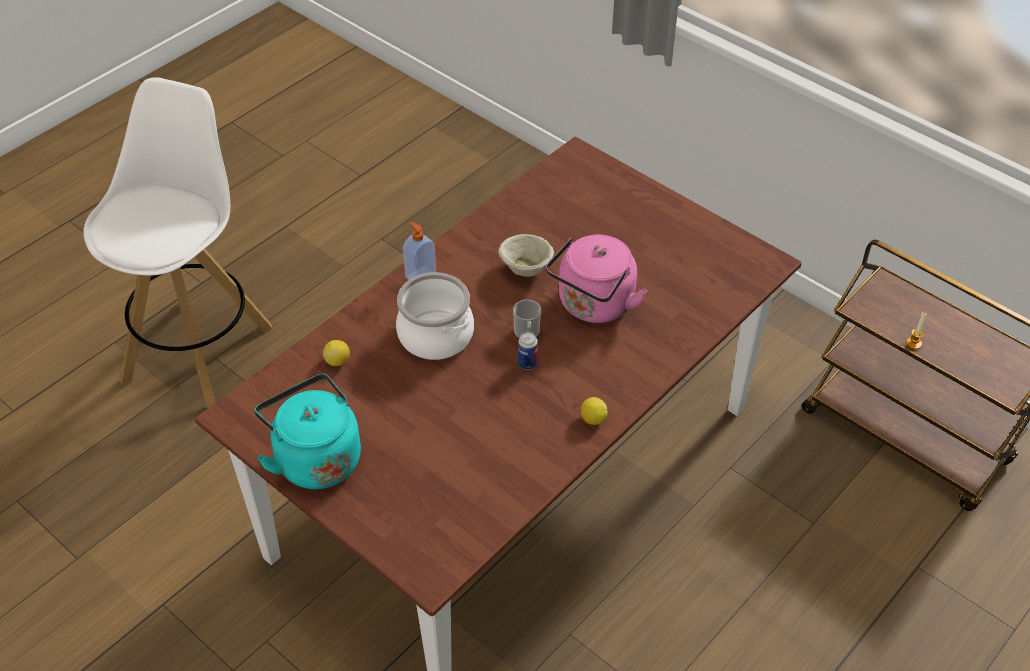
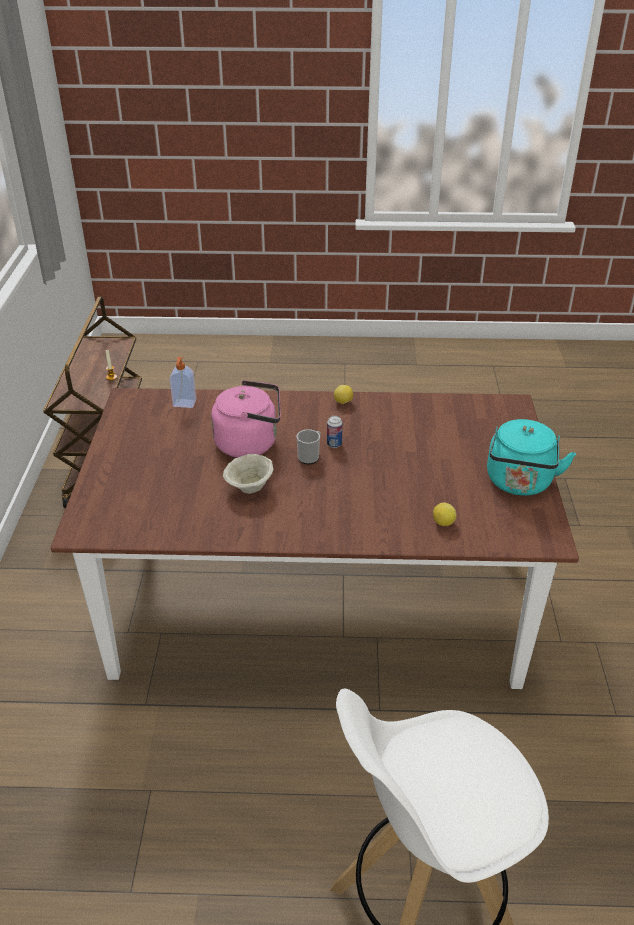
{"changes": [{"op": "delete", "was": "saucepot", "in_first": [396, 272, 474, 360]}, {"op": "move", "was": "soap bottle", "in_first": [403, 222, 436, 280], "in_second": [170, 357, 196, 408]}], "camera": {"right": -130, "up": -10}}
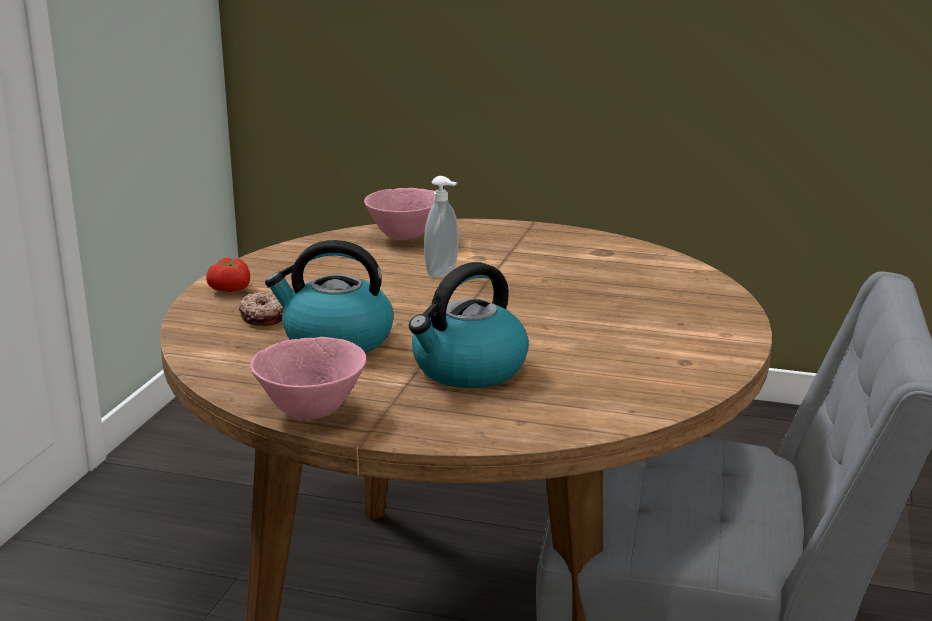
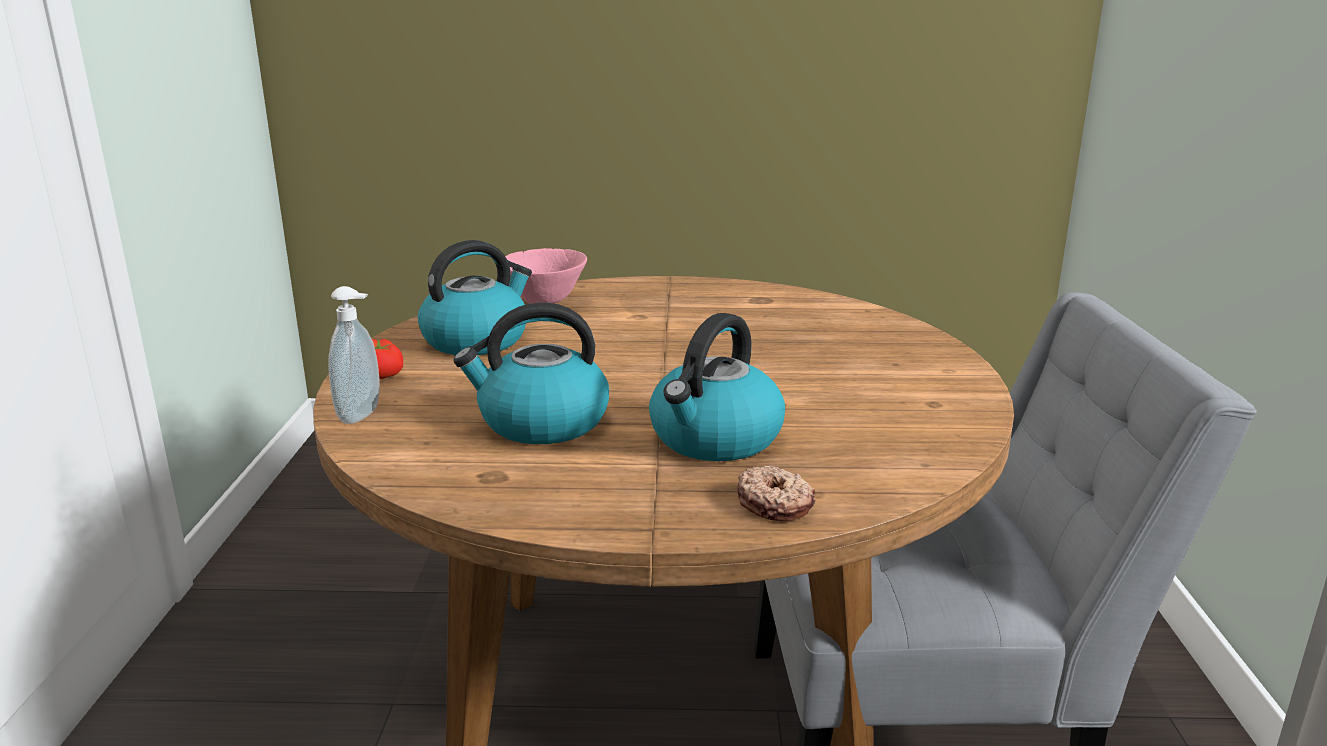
{"changes": [{"op": "delete", "was": "pink bowl", "in_first": [250, 337, 366, 420]}, {"op": "insert", "now": "tea kettle", "in_second": [418, 240, 532, 355]}, {"op": "move", "was": "doughnut", "in_first": [239, 292, 283, 326], "in_second": [737, 465, 815, 521]}, {"op": "move", "was": "soap bottle", "in_first": [424, 176, 458, 278], "in_second": [328, 286, 380, 424]}], "camera": {"right": -15, "up": 0}}
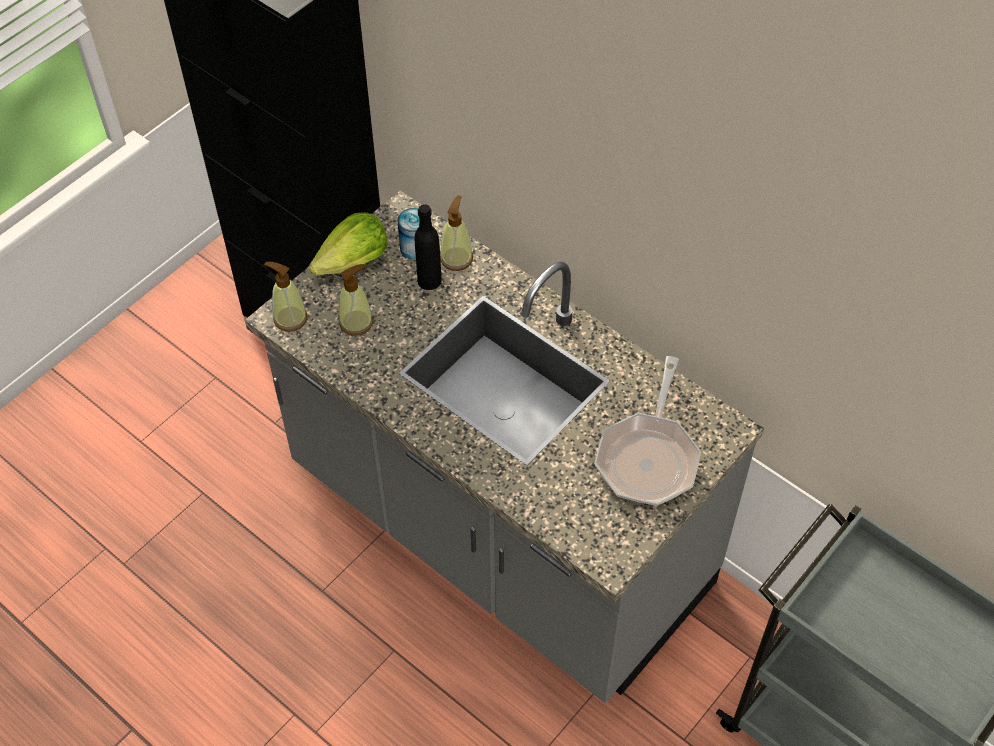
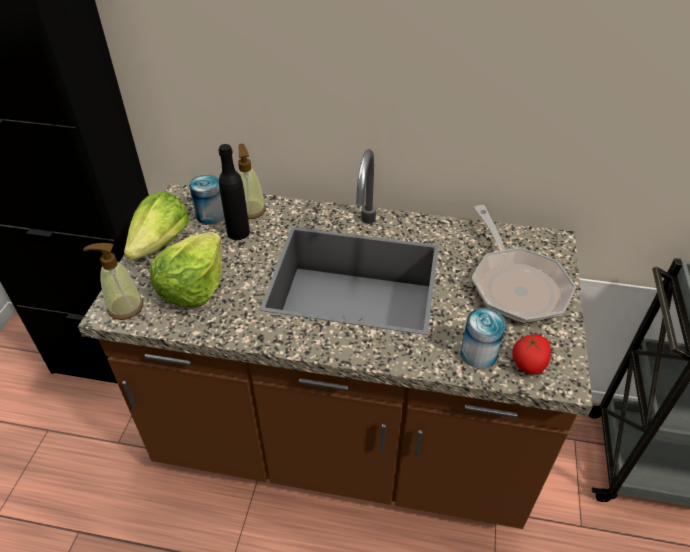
{"changes": [{"op": "insert", "now": "metal can", "in_second": [460, 308, 506, 369]}, {"op": "insert", "now": "tomato", "in_second": [512, 334, 551, 374]}, {"op": "replace", "was": "soap bottle", "now": "lettuce", "in_first": [339, 264, 373, 336], "in_second": [150, 232, 222, 308]}, {"op": "recolor", "was": "gray counter", "now": "brownish counter", "in_first": [245, 191, 764, 703], "in_second": [78, 149, 593, 529]}], "camera": {"right": -30, "up": -10}}
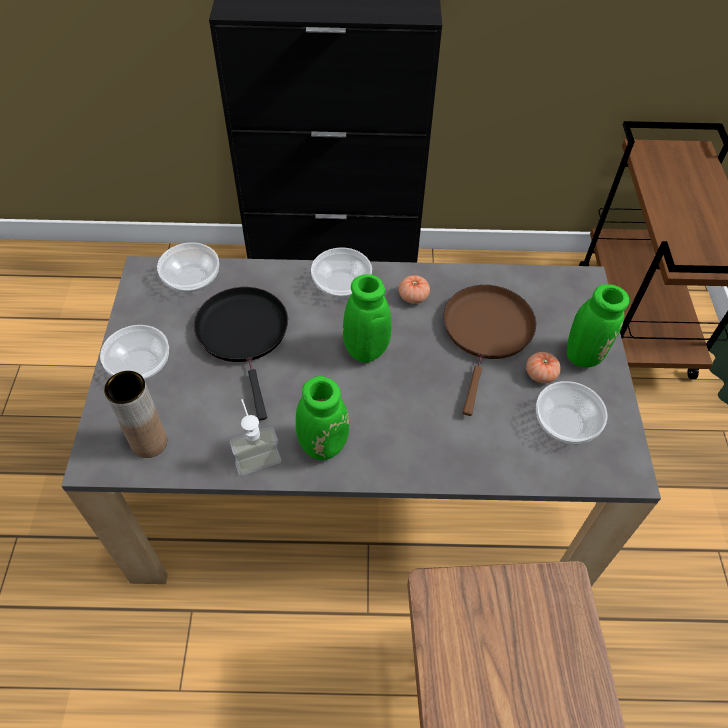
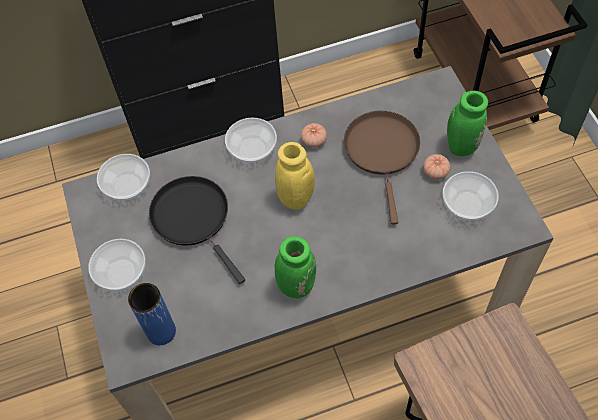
{"changes": [{"op": "delete", "was": "soap bottle", "in_first": [230, 399, 281, 476]}, {"op": "recolor", "was": "brownish vase", "now": "bluish vase", "in_first": [104, 371, 167, 458], "in_second": [128, 283, 176, 345]}, {"op": "recolor", "was": "green vase", "now": "yellow-coloured vase", "in_first": [343, 274, 392, 363], "in_second": [275, 142, 315, 210]}], "camera": {"right": -15, "up": 5}}
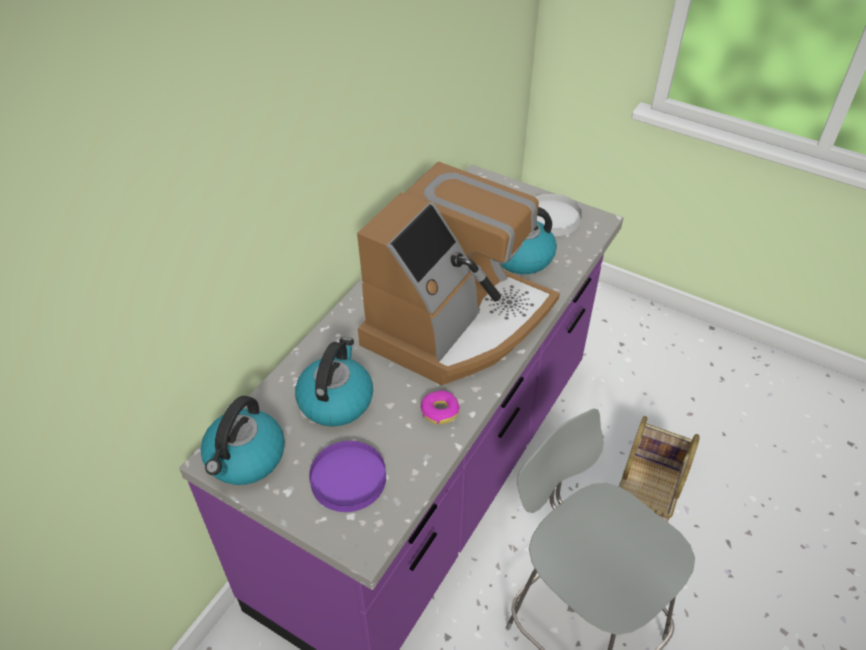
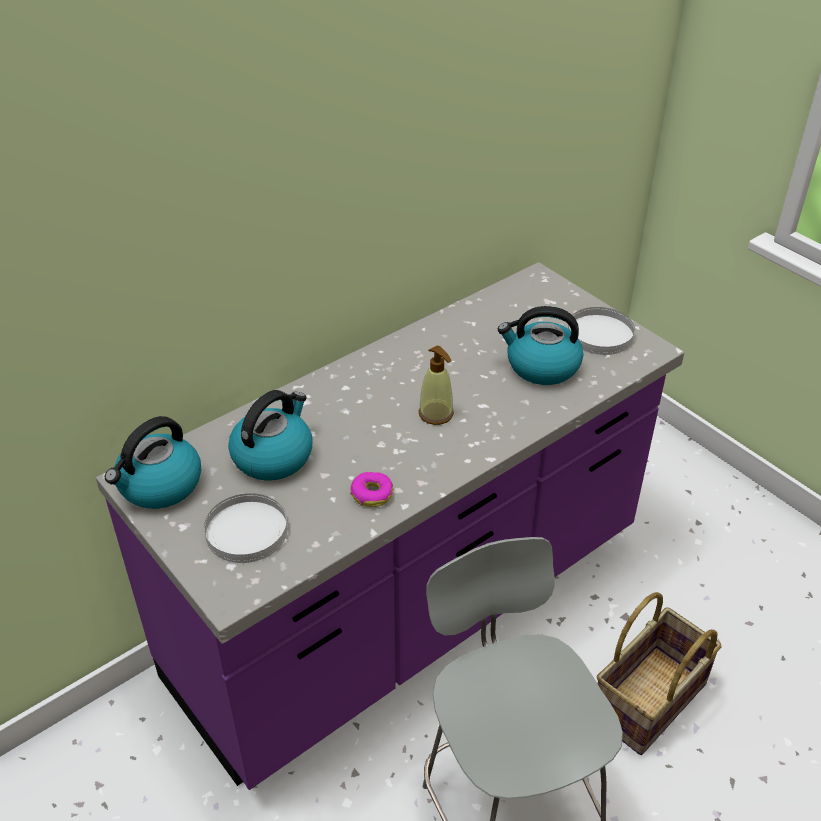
{"changes": [{"op": "replace", "was": "coffee brewer", "now": "soap bottle", "in_first": [357, 162, 560, 385], "in_second": [419, 345, 454, 425]}, {"op": "recolor", "was": "purplish dinner plate", "now": "whitish dinner plate", "in_first": [309, 441, 386, 512], "in_second": [204, 493, 287, 563]}], "camera": {"right": 20, "up": -5}}
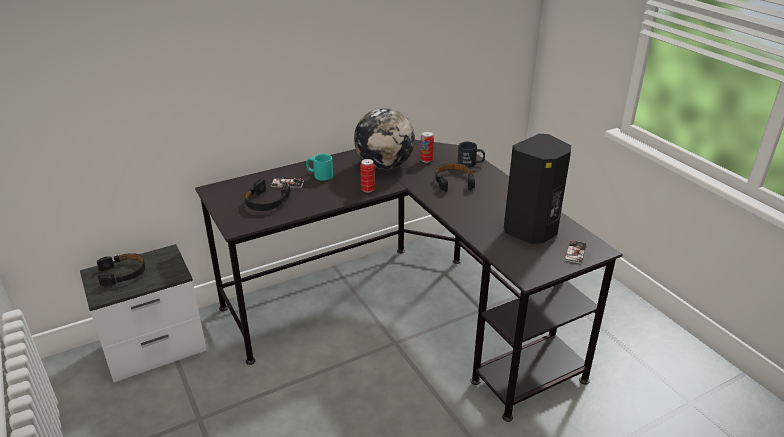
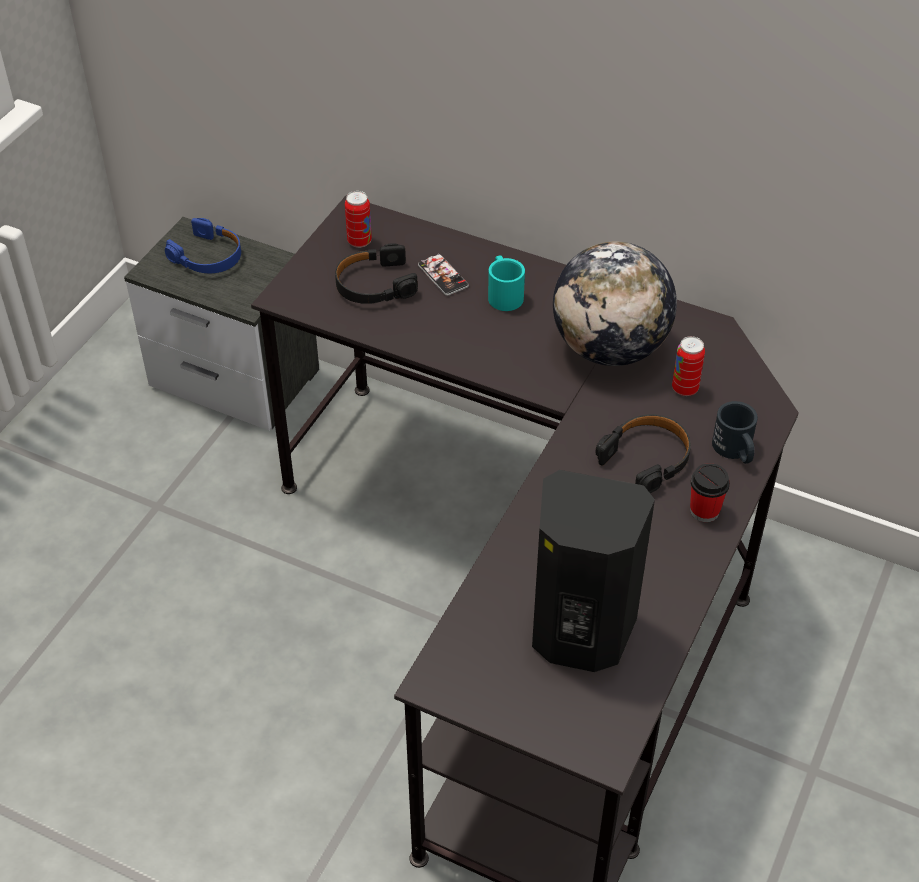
{"changes": [{"op": "delete", "was": "handset", "in_first": [564, 240, 587, 264]}, {"op": "insert", "now": "small cup", "in_second": [690, 463, 730, 522]}, {"op": "move", "was": "metal can", "in_first": [360, 159, 375, 192], "in_second": [345, 191, 372, 248]}, {"op": "recolor", "was": "black headphones", "now": "bluish headphones", "in_first": [97, 253, 145, 287], "in_second": [165, 218, 241, 273]}], "camera": {"right": 55, "up": 15}}
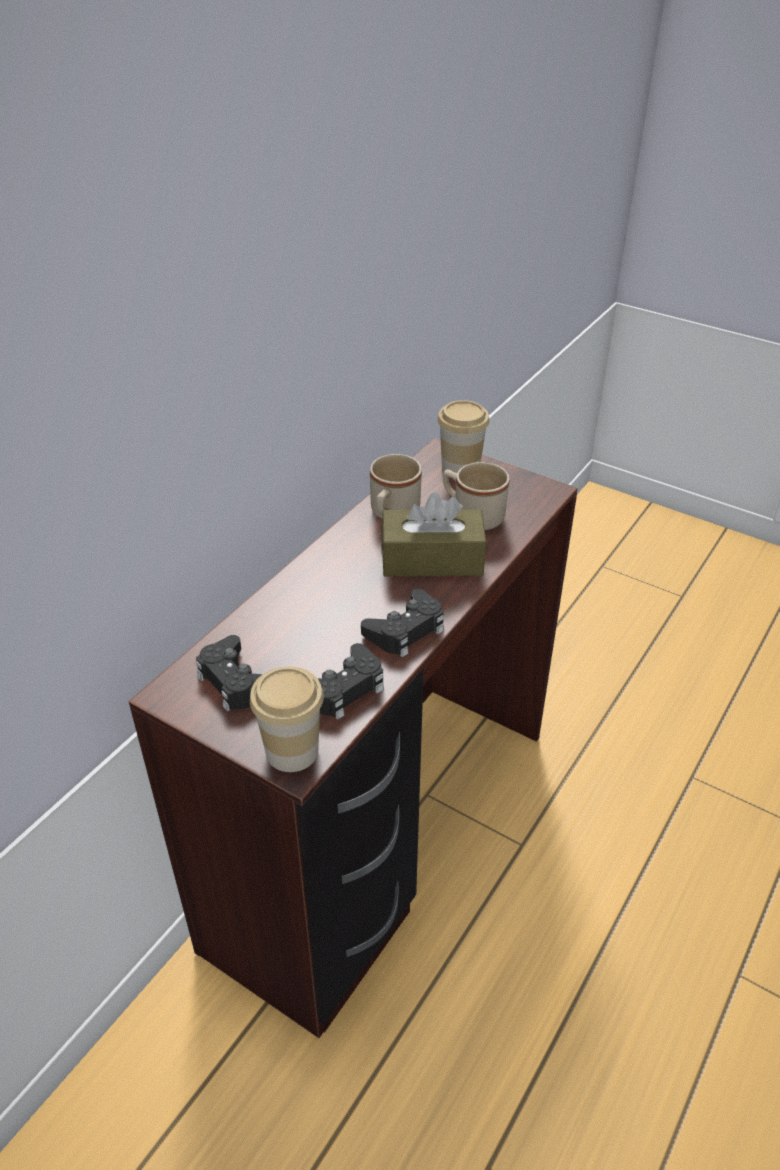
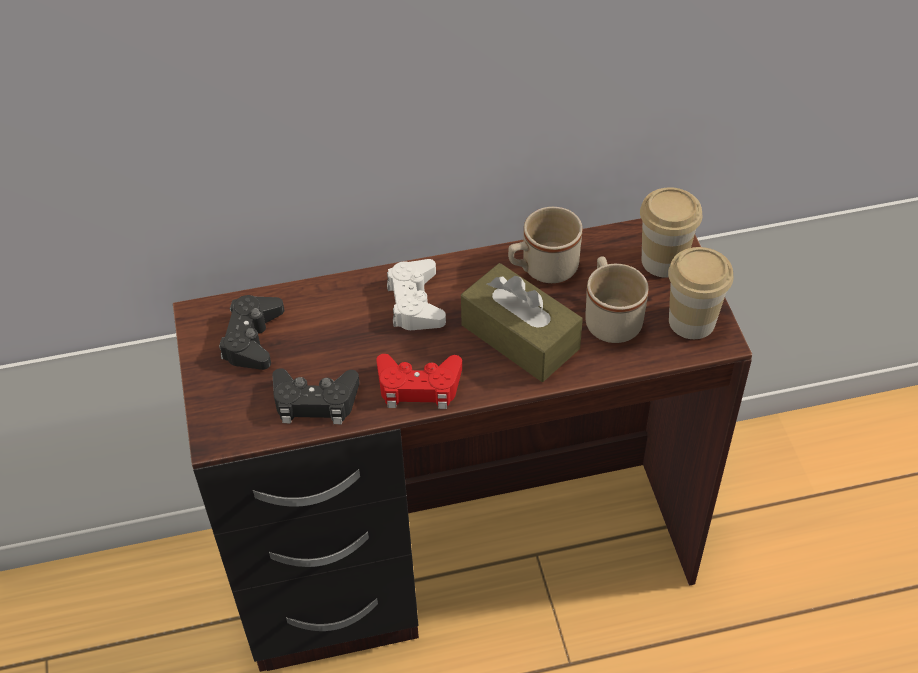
{"changes": [{"op": "insert", "now": "whitish joypad", "in_second": [387, 259, 446, 330]}, {"op": "move", "was": "small cup", "in_first": [250, 667, 324, 772], "in_second": [668, 247, 733, 339]}, {"op": "recolor", "was": "black joypad", "now": "reddish joypad", "in_first": [361, 589, 444, 657], "in_second": [376, 354, 462, 409]}], "camera": {"right": 45, "up": 10}}
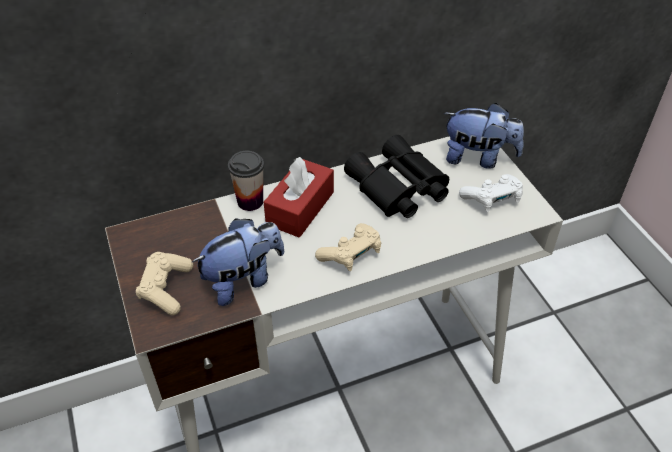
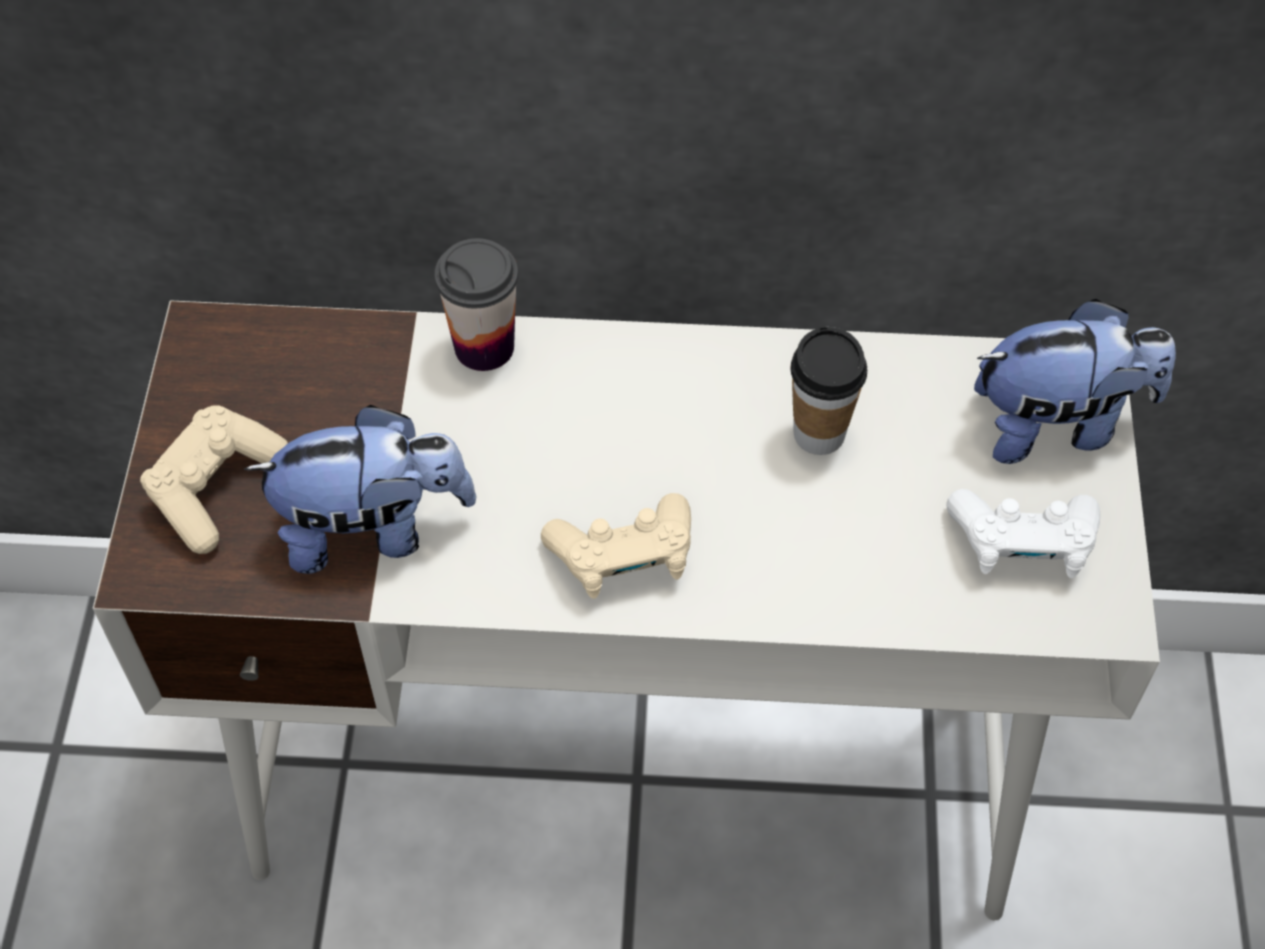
{"changes": [{"op": "delete", "was": "reddish tissue box", "in_first": [264, 157, 334, 238]}, {"op": "replace", "was": "black pair of binoculars", "now": "small cup", "in_first": [344, 135, 449, 218], "in_second": [790, 326, 867, 455]}, {"op": "rotate", "was": "plush toy", "in_first": [444, 103, 524, 169], "in_second": [974, 299, 1176, 464], "clockwise": -45}], "camera": {"right": 25, "up": 10}}
